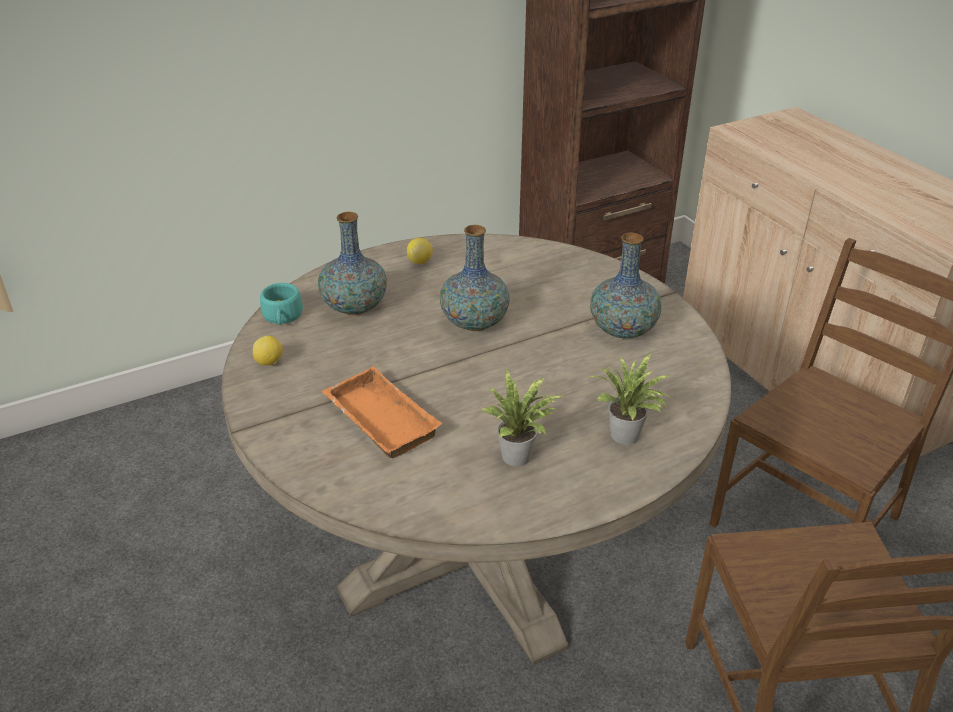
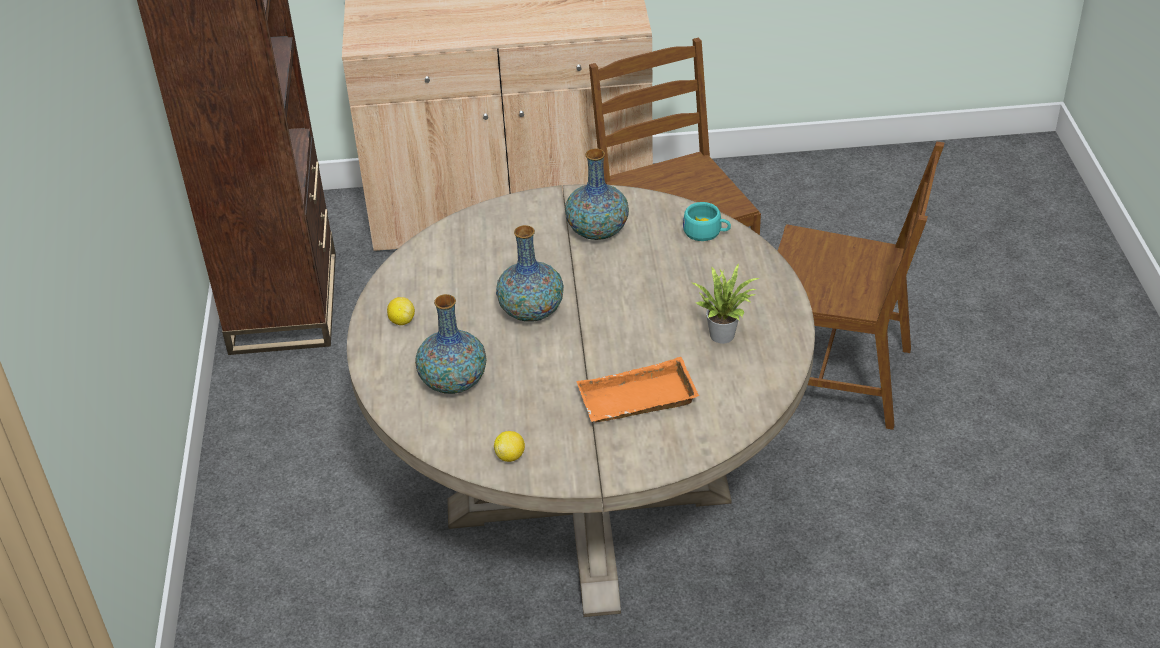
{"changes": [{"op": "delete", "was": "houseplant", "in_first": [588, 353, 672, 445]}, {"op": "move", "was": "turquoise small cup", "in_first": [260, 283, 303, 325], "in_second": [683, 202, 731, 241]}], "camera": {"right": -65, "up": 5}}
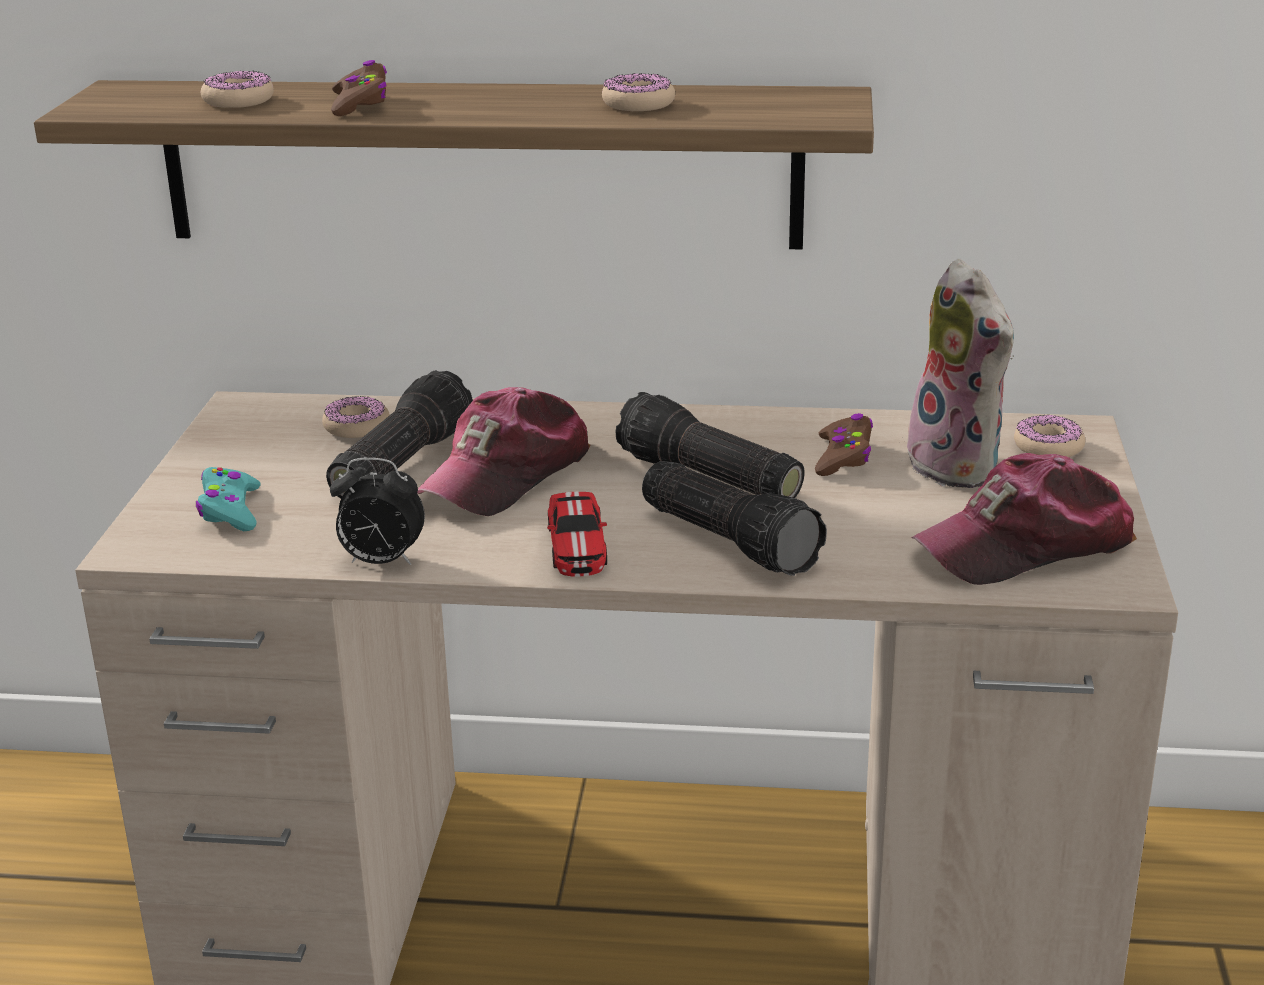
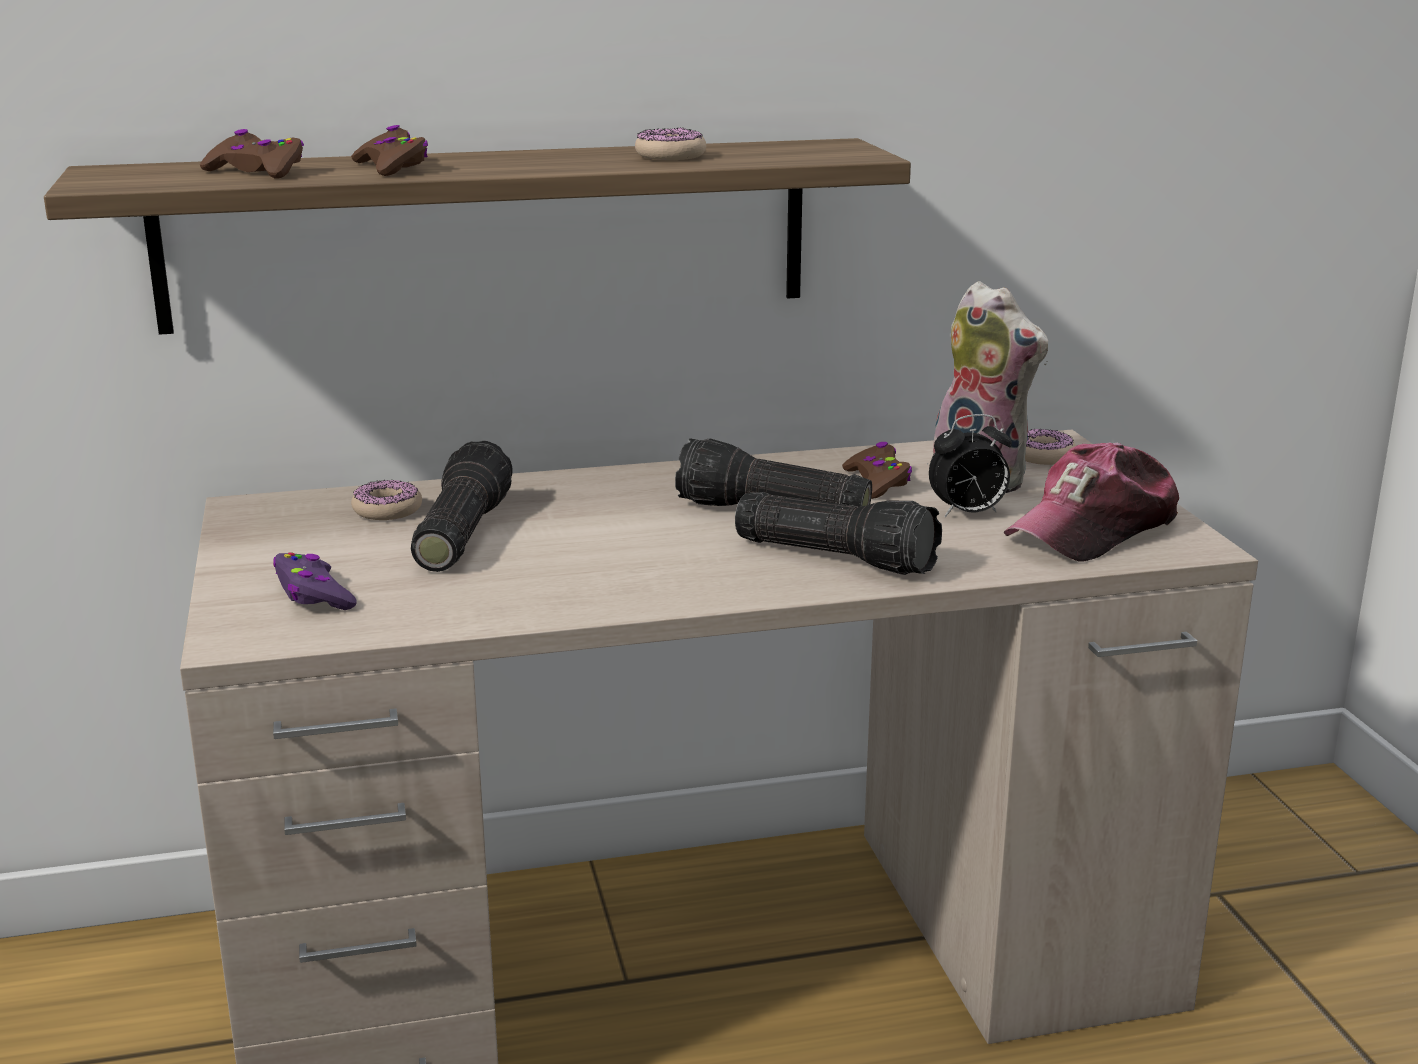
{"changes": [{"op": "delete", "was": "cap", "in_first": [417, 387, 591, 516]}, {"op": "delete", "was": "model car", "in_first": [547, 492, 607, 577]}, {"op": "move", "was": "bedside clock", "in_first": [330, 458, 425, 565], "in_second": [929, 414, 1012, 517]}, {"op": "replace", "was": "doughnut", "now": "brownish joypad", "in_first": [201, 70, 274, 108], "in_second": [200, 129, 304, 179]}, {"op": "recolor", "was": "turquoise joypad", "now": "purplish joypad", "in_first": [196, 467, 261, 531], "in_second": [273, 552, 357, 610]}], "camera": {"right": -20, "up": -5}}
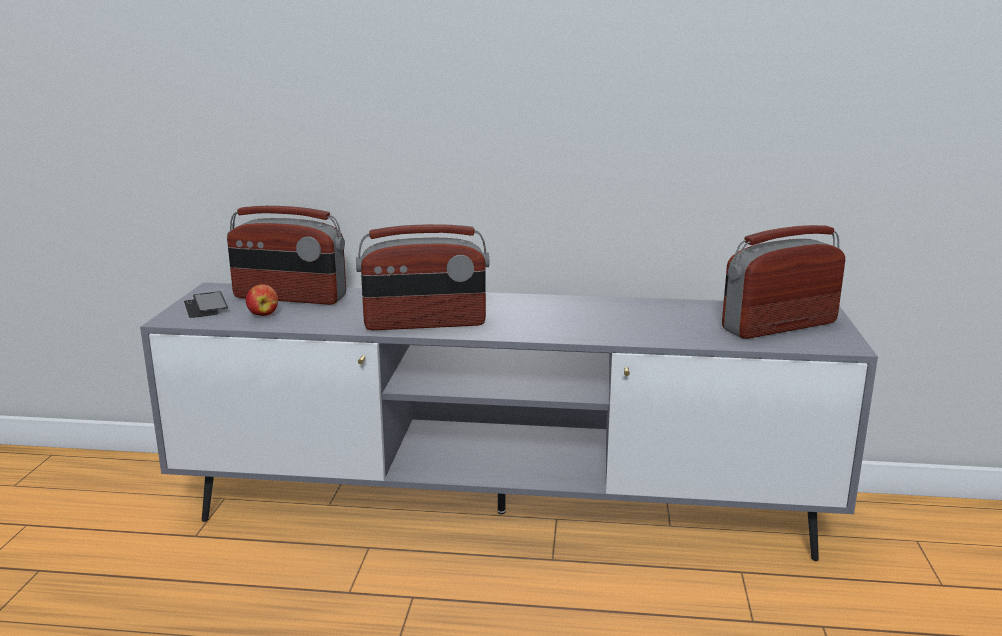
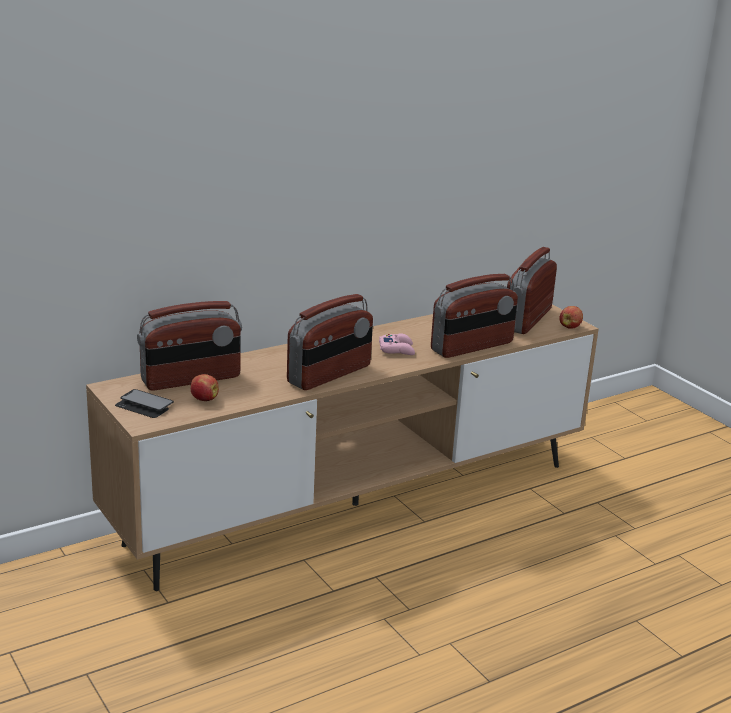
{"changes": [{"op": "insert", "now": "pink joypad", "in_second": [379, 333, 415, 355]}, {"op": "insert", "now": "radio", "in_second": [431, 274, 518, 358]}, {"op": "insert", "now": "apple fruit", "in_second": [559, 306, 583, 329]}, {"op": "recolor", "was": "gray media console", "now": "brownish media console", "in_first": [140, 283, 878, 561], "in_second": [86, 305, 599, 591]}], "camera": {"right": -40, "up": 5}}
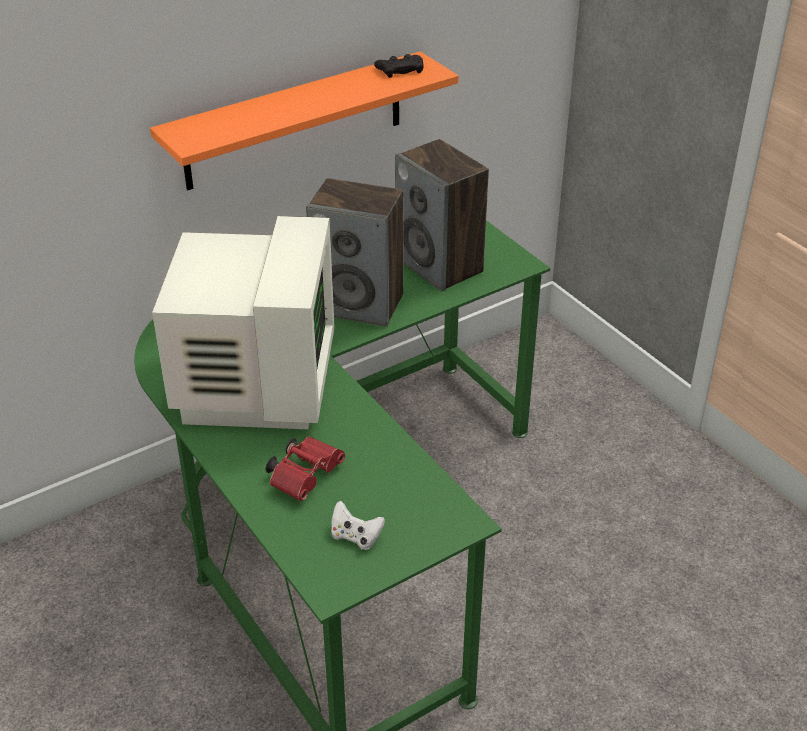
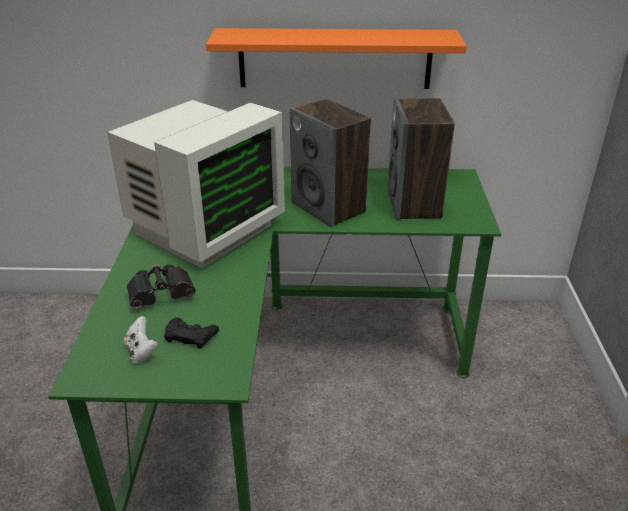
{"changes": [{"op": "move", "was": "black joypad", "in_first": [374, 54, 424, 78], "in_second": [164, 317, 219, 349]}, {"op": "recolor", "was": "reddish pair of binoculars", "now": "black pair of binoculars", "in_first": [266, 436, 345, 501], "in_second": [127, 264, 196, 309]}], "camera": {"right": 35, "up": -5}}
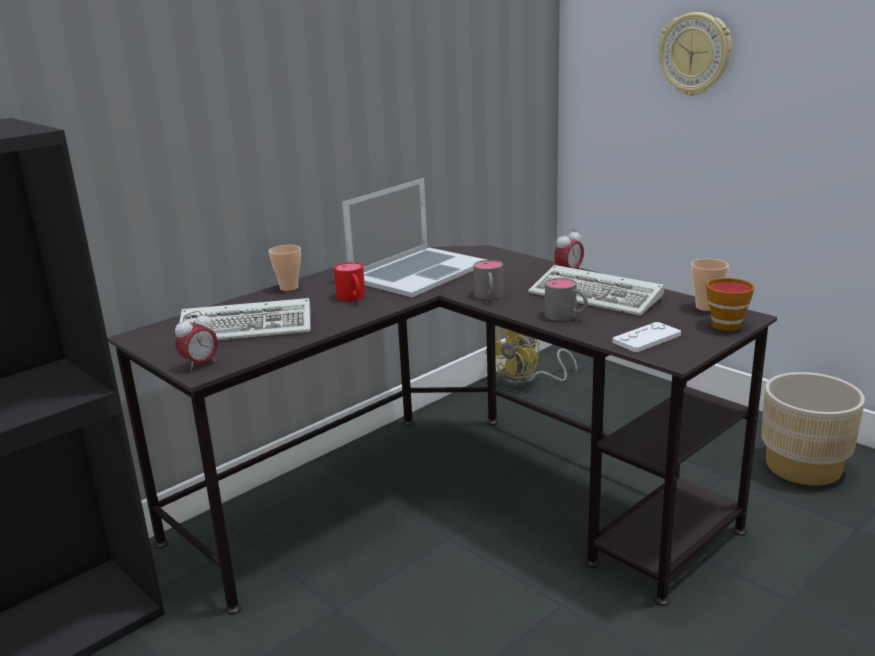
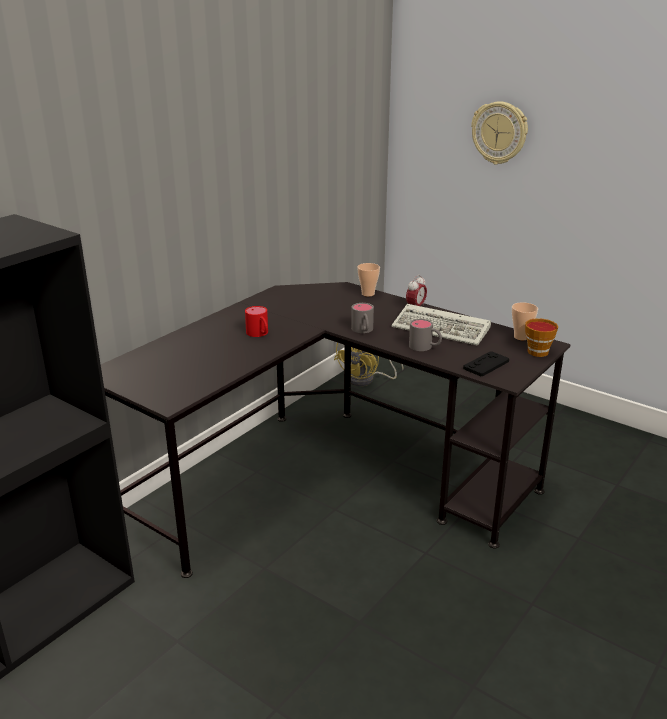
{"changes": [{"op": "delete", "was": "bedside clock", "in_first": [175, 311, 218, 371]}, {"op": "delete", "was": "PC keyboard", "in_first": [176, 298, 311, 340]}, {"op": "delete", "was": "laptop", "in_first": [342, 178, 487, 297]}, {"op": "delete", "was": "sand-coloured planter", "in_first": [761, 372, 865, 485]}, {"op": "move", "was": "small cup", "in_first": [269, 245, 301, 291], "in_second": [357, 263, 380, 297]}, {"op": "recolor", "was": "whitish joypad", "now": "black joypad", "in_first": [613, 322, 681, 352], "in_second": [463, 351, 509, 377]}], "camera": {"right": -10, "up": 5}}
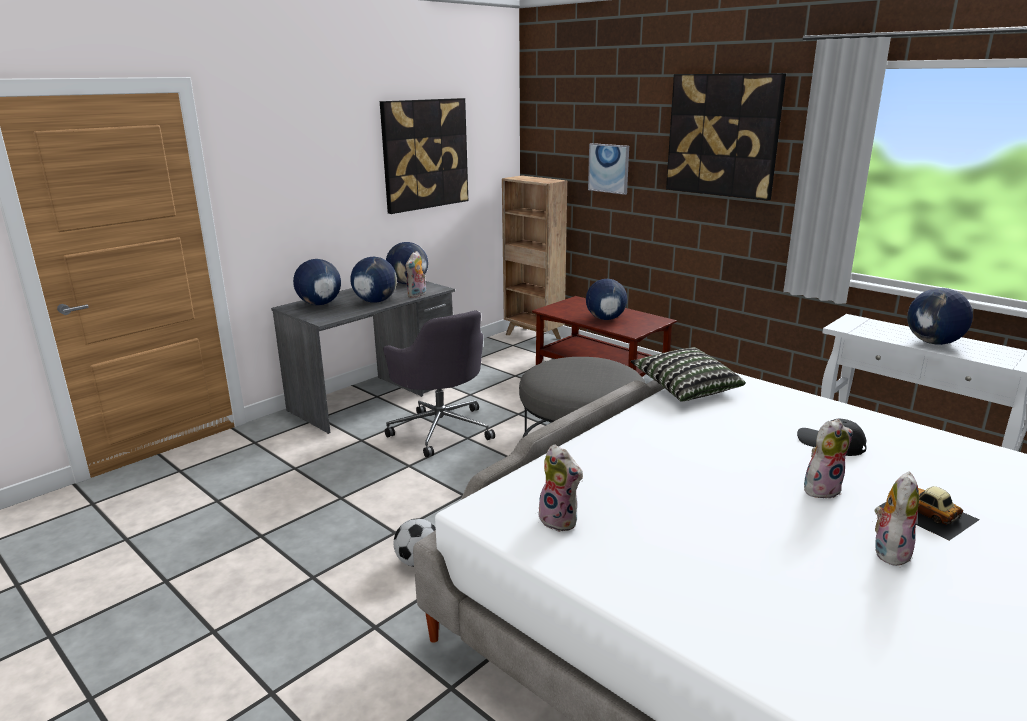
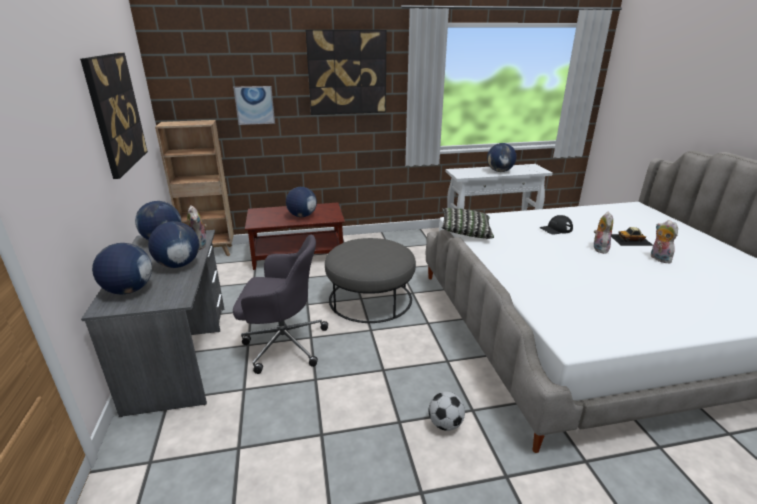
{"changes": [{"op": "delete", "was": "plush toy", "in_first": [539, 444, 583, 532]}], "camera": {"right": -55, "up": 5}}
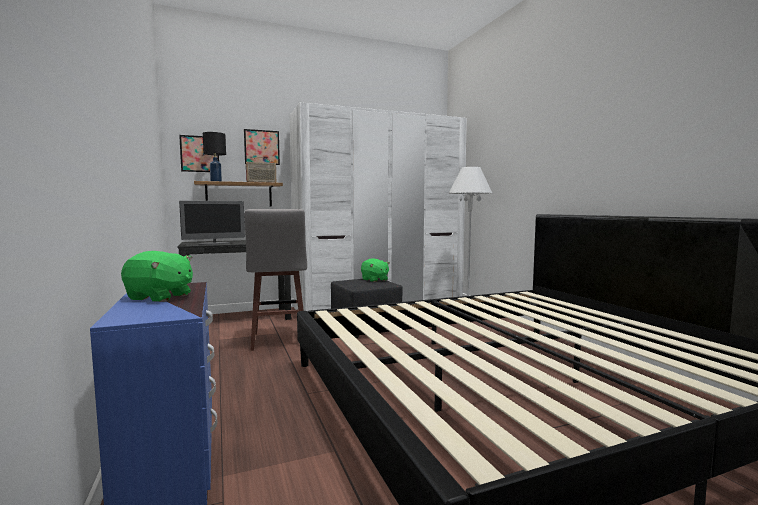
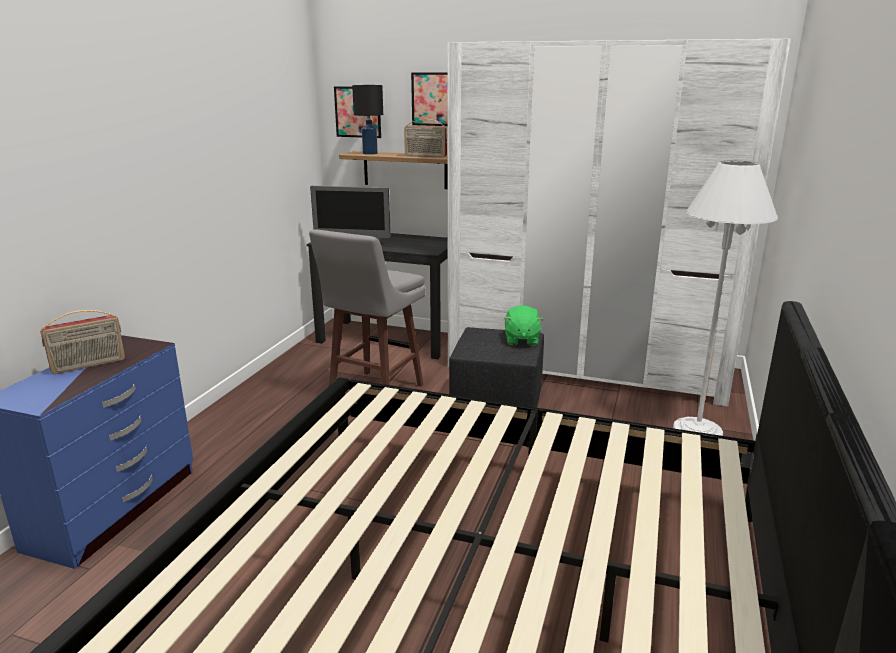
{"changes": [{"op": "replace", "was": "green plush toy", "now": "radio", "in_first": [121, 251, 193, 302], "in_second": [40, 310, 125, 374]}], "camera": {"right": 40, "up": 15}}
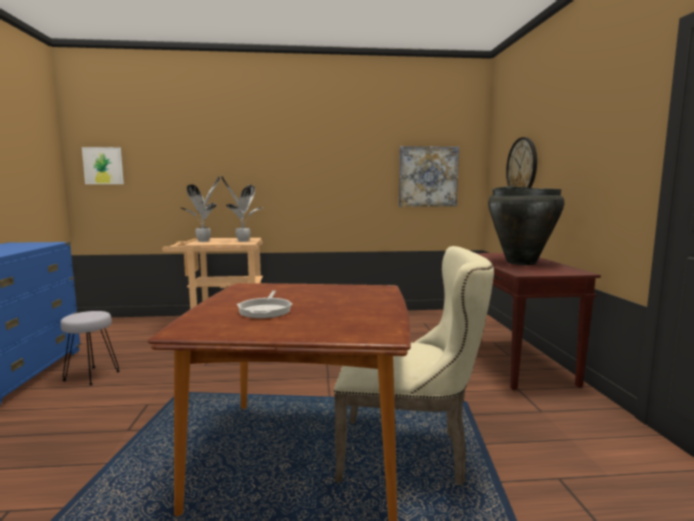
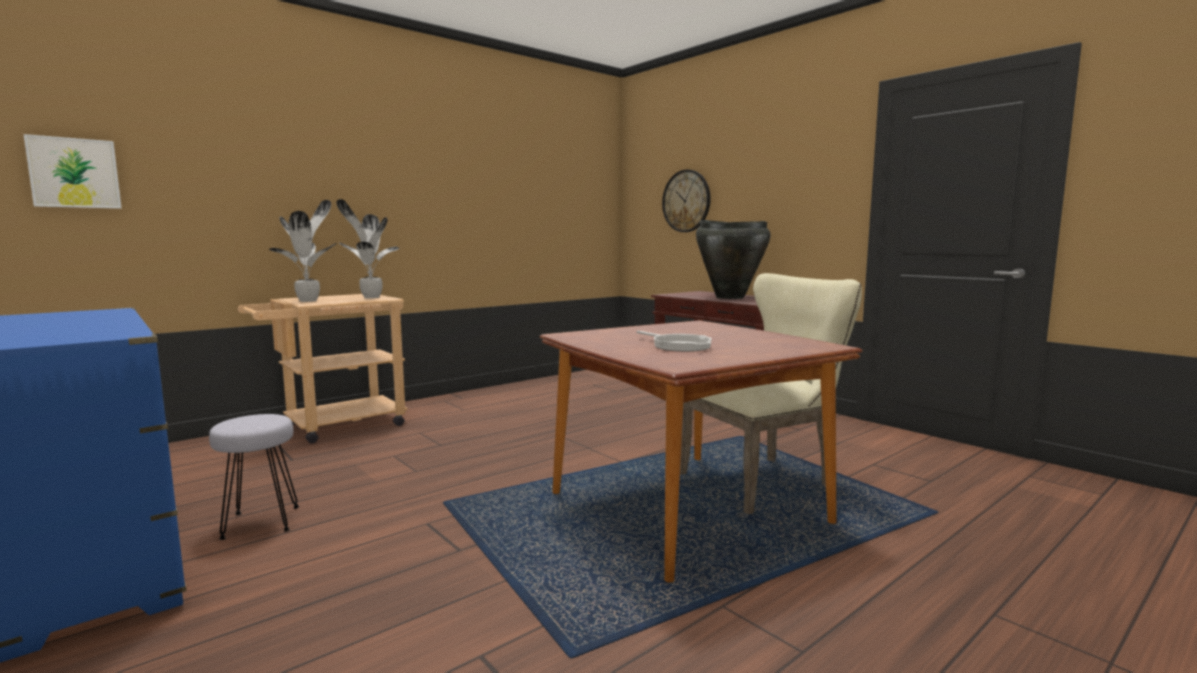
{"changes": [{"op": "delete", "was": "wall art", "in_first": [399, 146, 459, 207]}], "camera": {"right": -35, "up": 0}}
